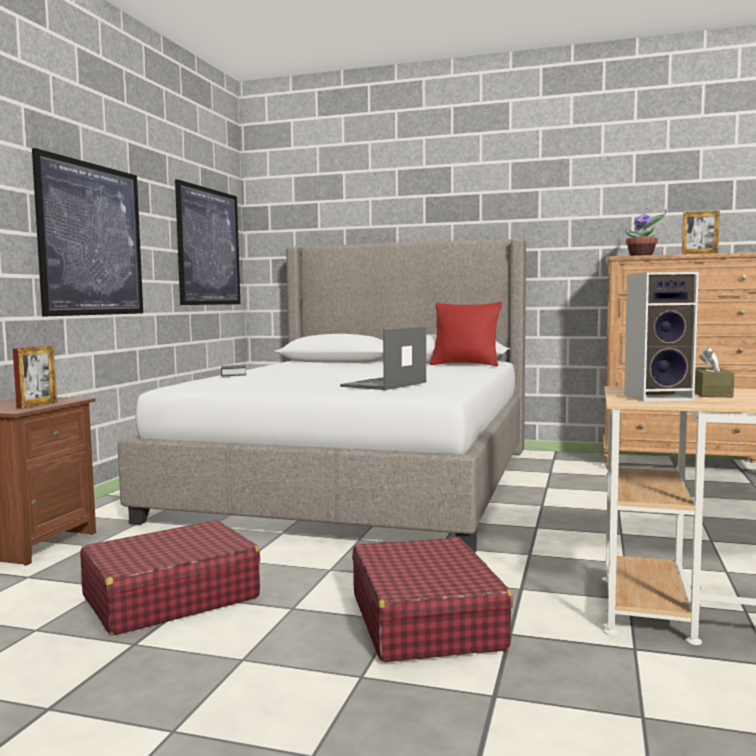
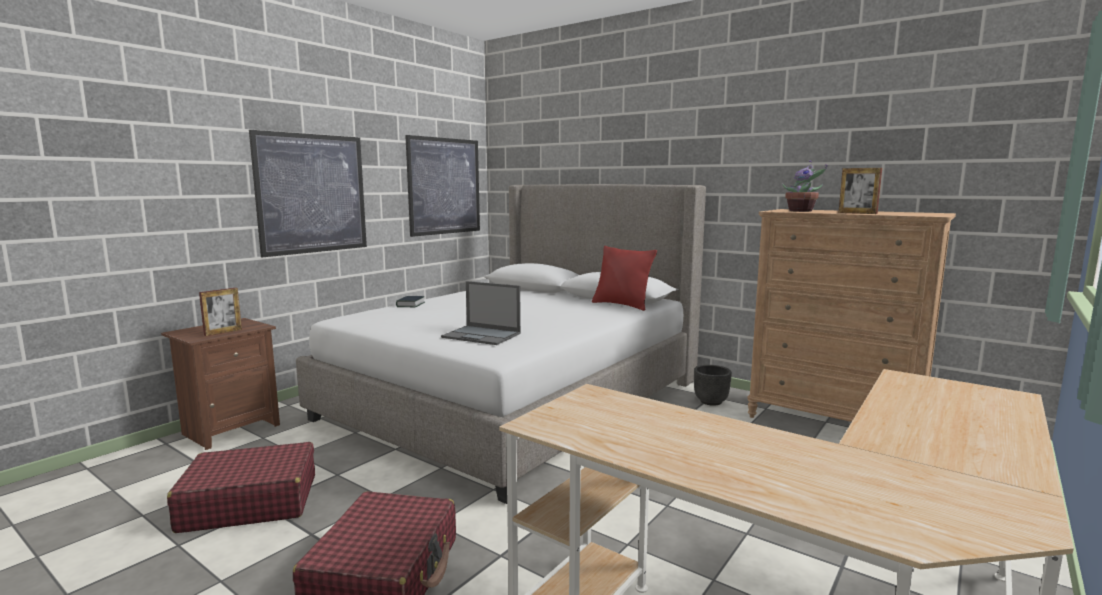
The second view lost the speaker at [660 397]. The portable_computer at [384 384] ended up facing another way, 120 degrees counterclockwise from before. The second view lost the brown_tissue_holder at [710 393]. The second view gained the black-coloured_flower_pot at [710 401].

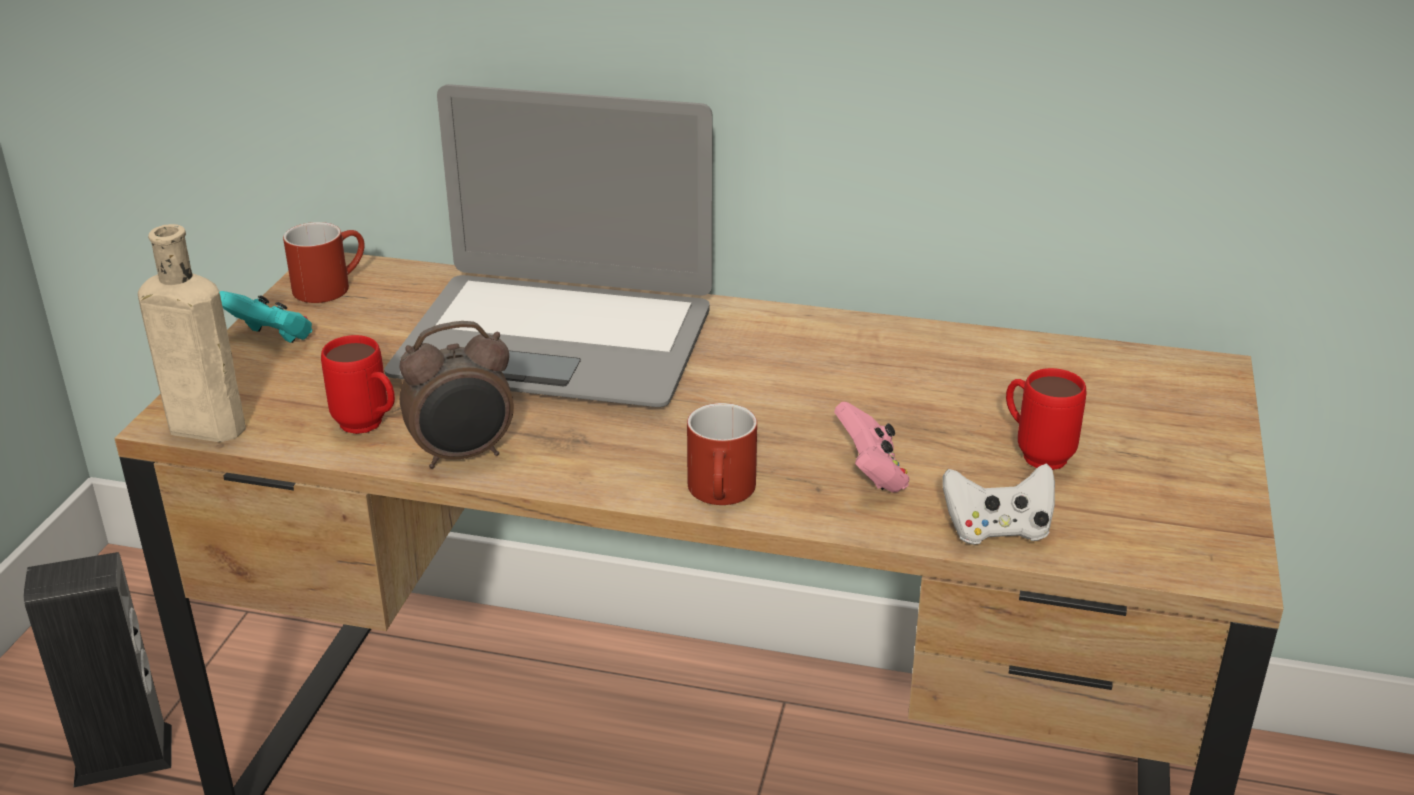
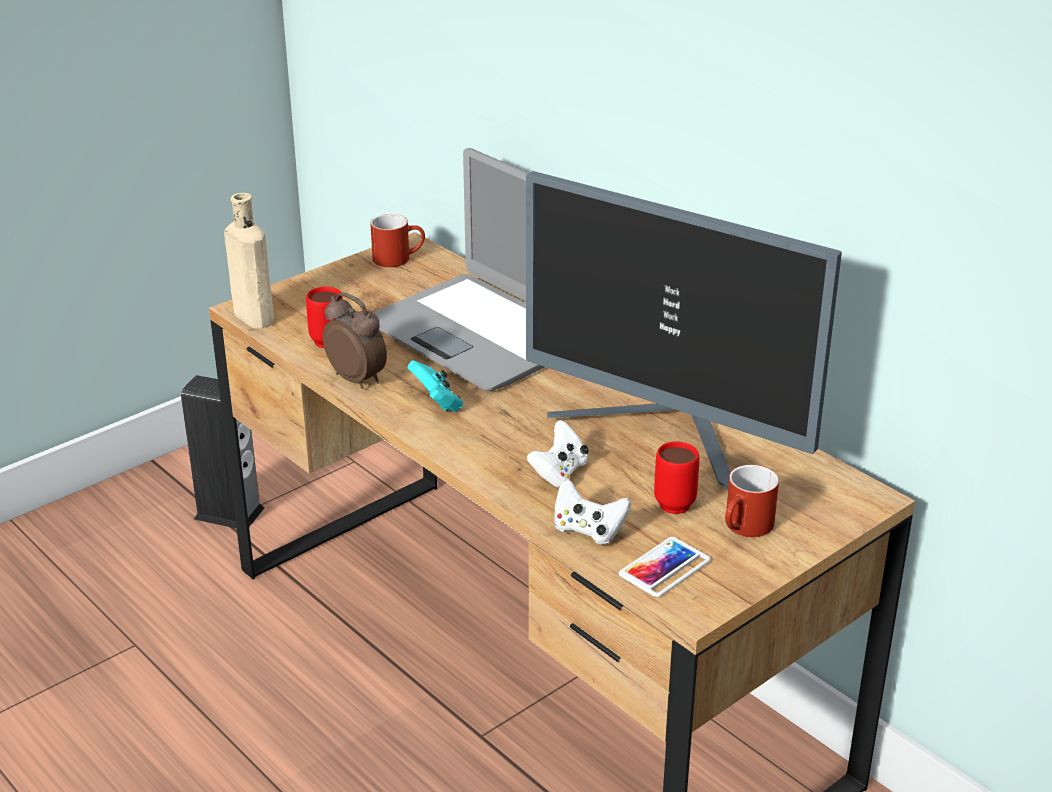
The turquoise-coloured_game_controller ended up elsewhere, having gone from [272 338] to [437 403]. The table_clock at [463 455] ended up facing another way, 150 degrees counterclockwise from before. What was the pinkish_game_controller at [871 474] turned into the white-coloured_game_controller at [559 473]. The red-coloured_tea_mug ended up elsewhere, having gone from [723 494] to [745 528]. The second view gained the computer_screen at [668 435]. The second view gained the telephone at [664 568].

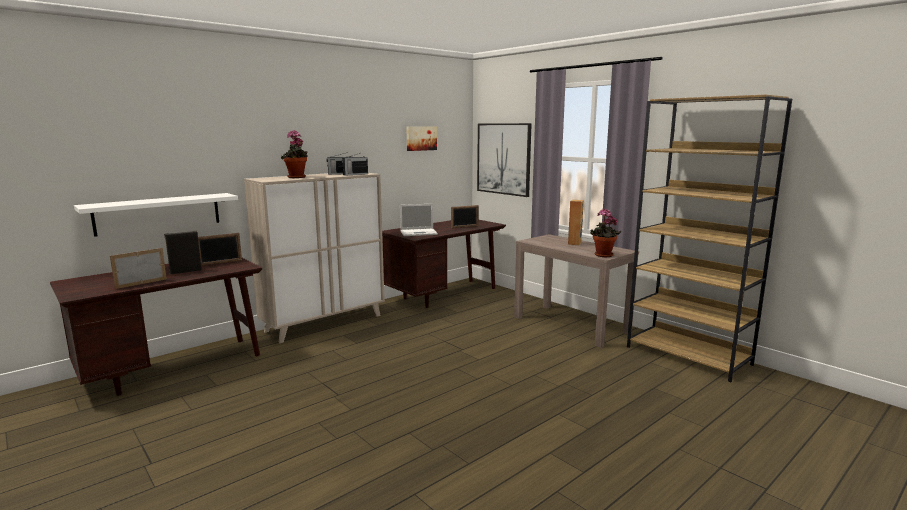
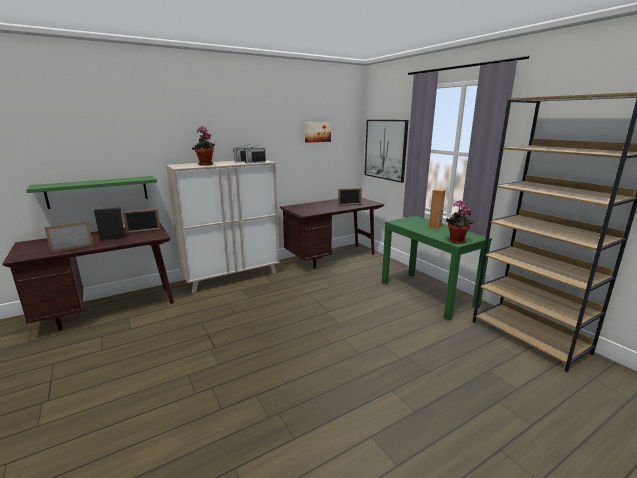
What was the white-coloured_wall_shelf at [158 213] turned into the green_wall_shelf at [98 192]. The second view lost the portable_computer at [419 232]. What was the brown_console_table at [571 325] turned into the green_console_table at [427 294].

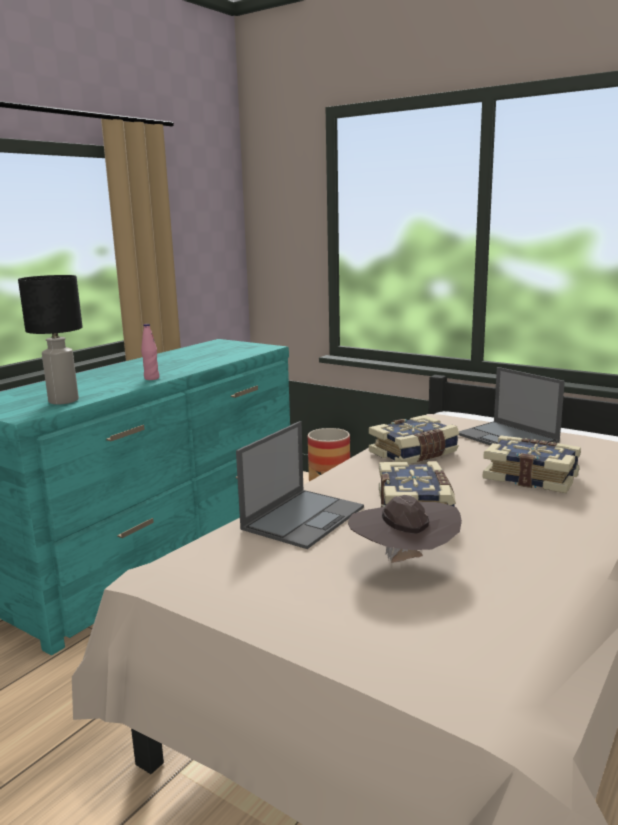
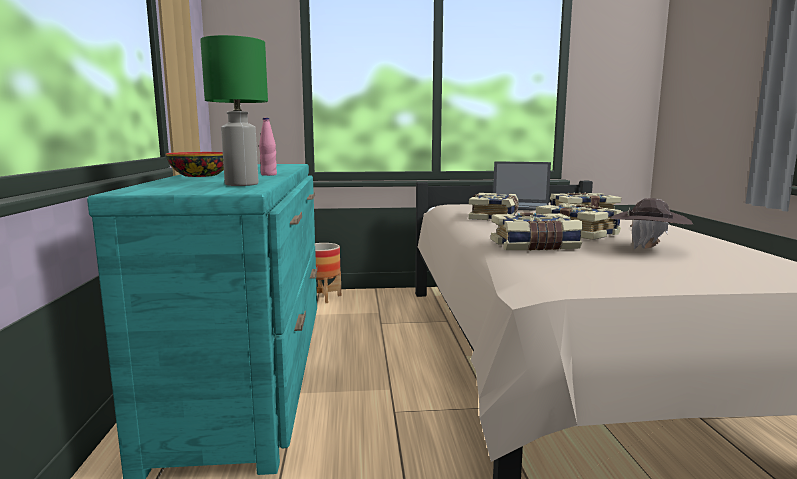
What was the black-coloured_table_lamp at [64 401] turned into the green_table_lamp at [242 184]. Where the portable_computer stood at [304 517], the bound_book came to stand at [535 246]. The second view gained the serving_bowl at [199 176].

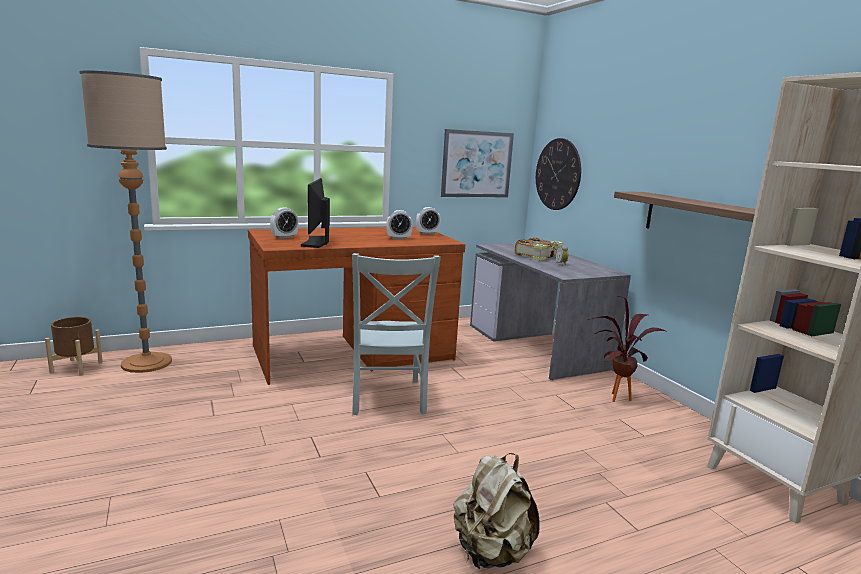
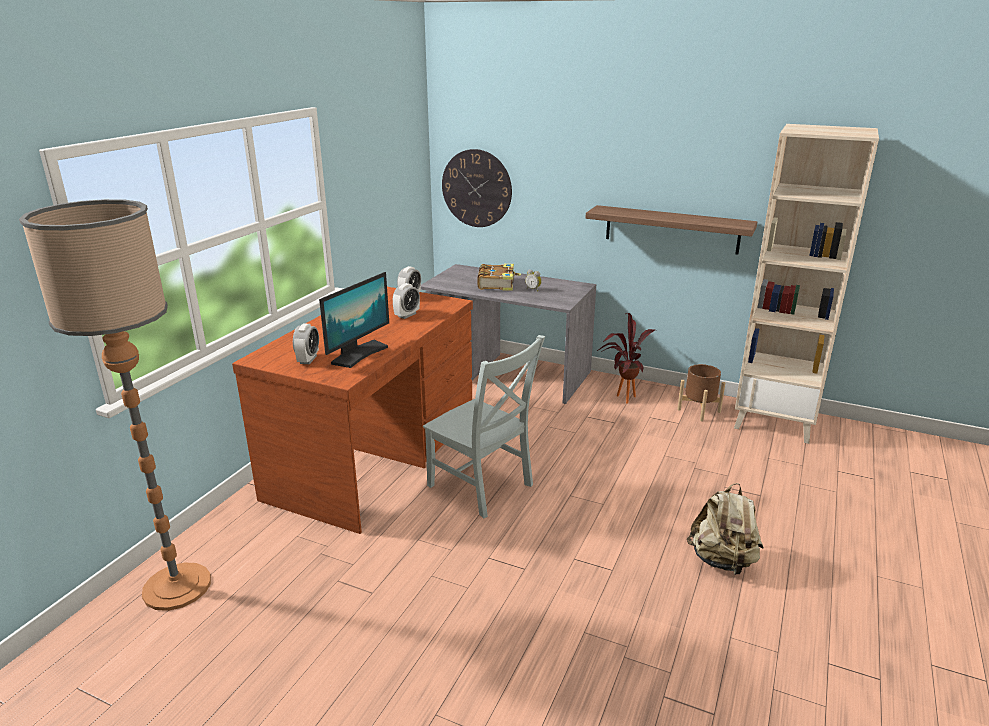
The second view lost the wall_art at [476 164]. The computer_screen at [316 242] ended up facing another way, 105 degrees counterclockwise from before. The brown_flower_pot ended up elsewhere, having gone from [76 367] to [699 411].

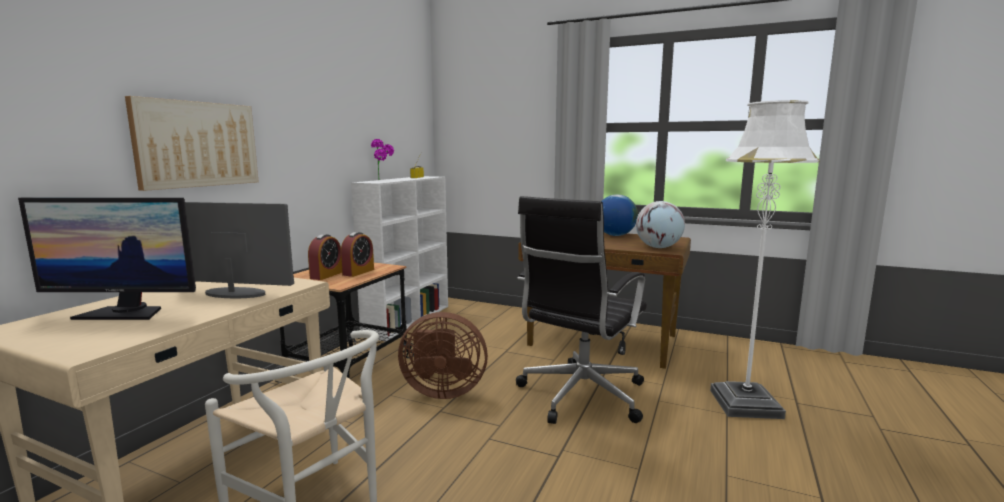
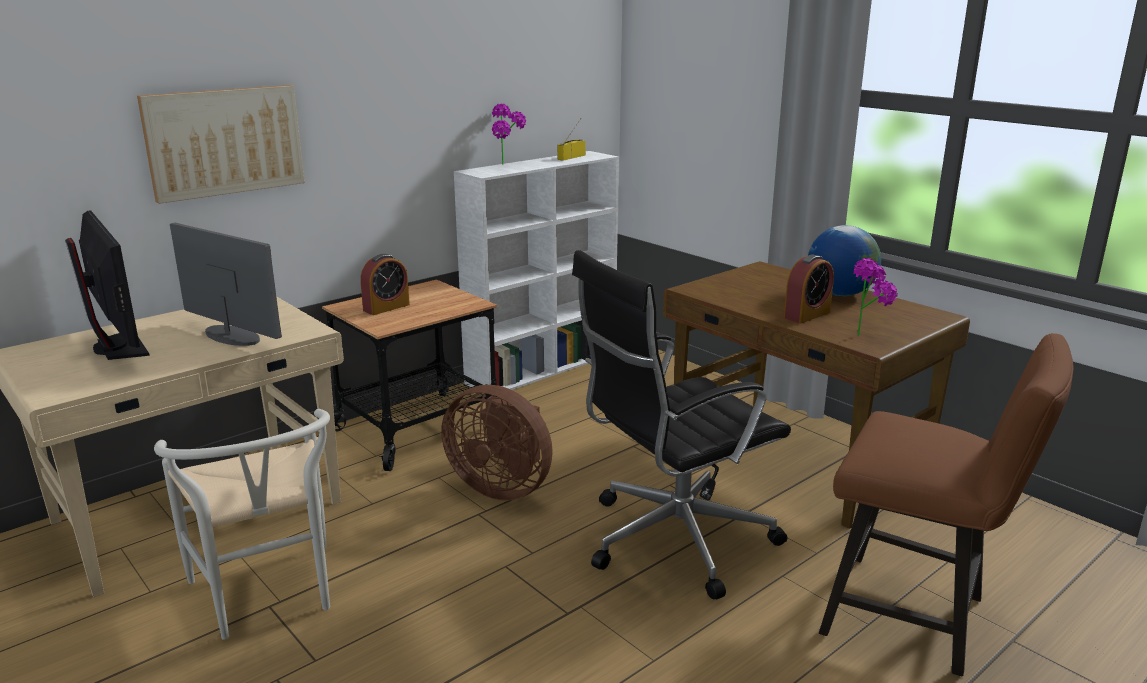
Where the white-coloured_standard_lamp stood at [745 404], the brown_upright_chair came to stand at [917 618]. The computer_screen at [124 313] ended up facing another way, 150 degrees counterclockwise from before. Where the globe stood at [658 247], the potted_plant came to stand at [867 334]. The table_clock ended up elsewhere, having gone from [358 272] to [807 315].

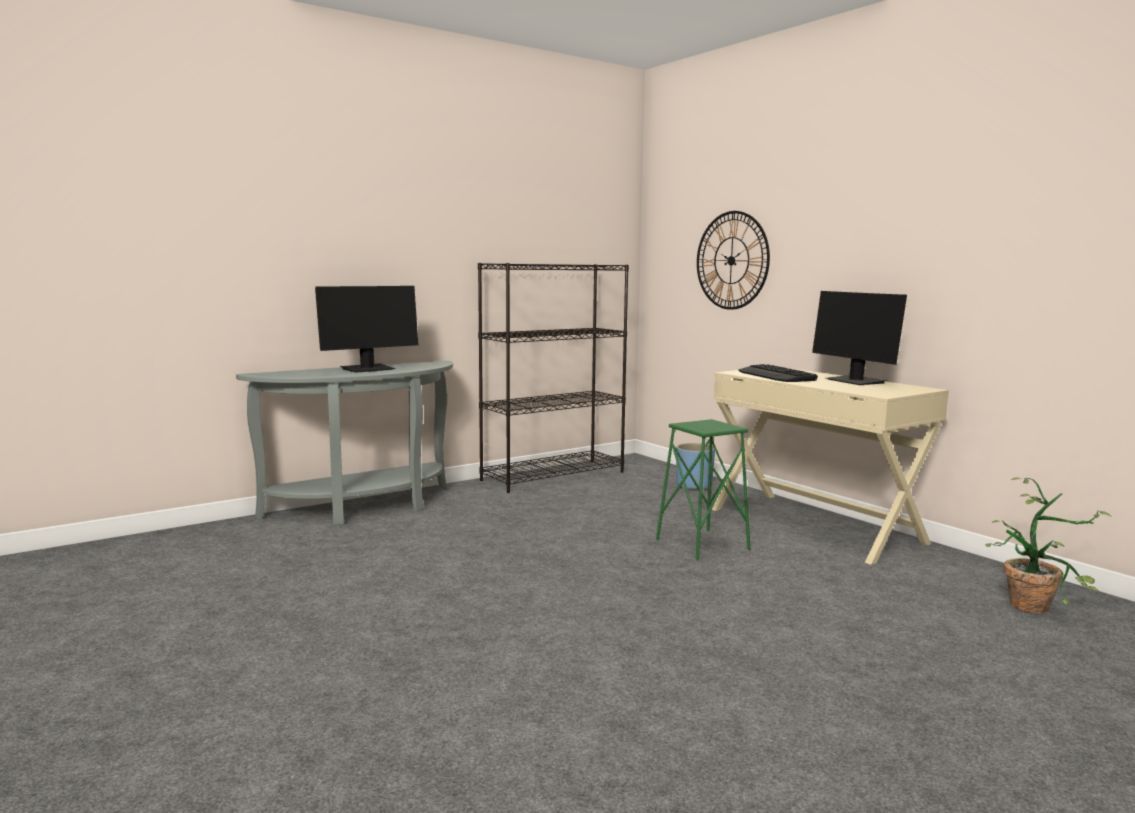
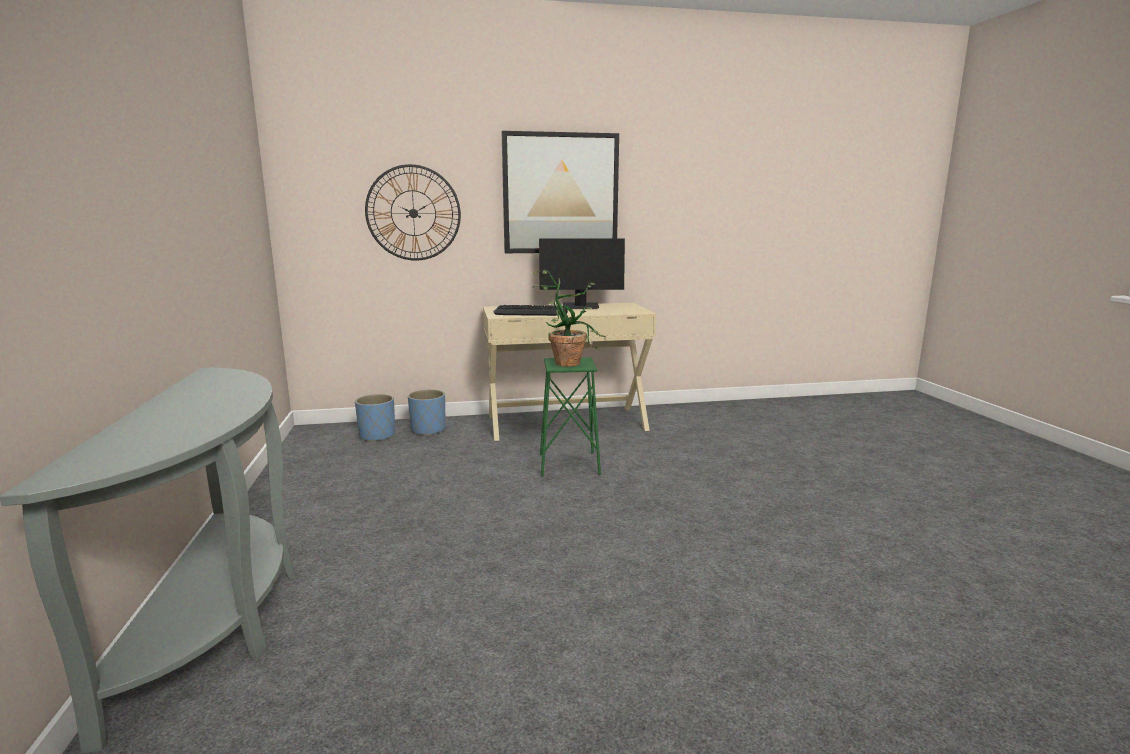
The second view lost the black-coloured_bookshelf at [553 476]. The second view lost the computer_screen at [368 369]. The potted_plant ended up elsewhere, having gone from [1037 605] to [569 361]. The second view gained the wall_art at [560 194]. The second view gained the blue_flower_pot at [377 436].

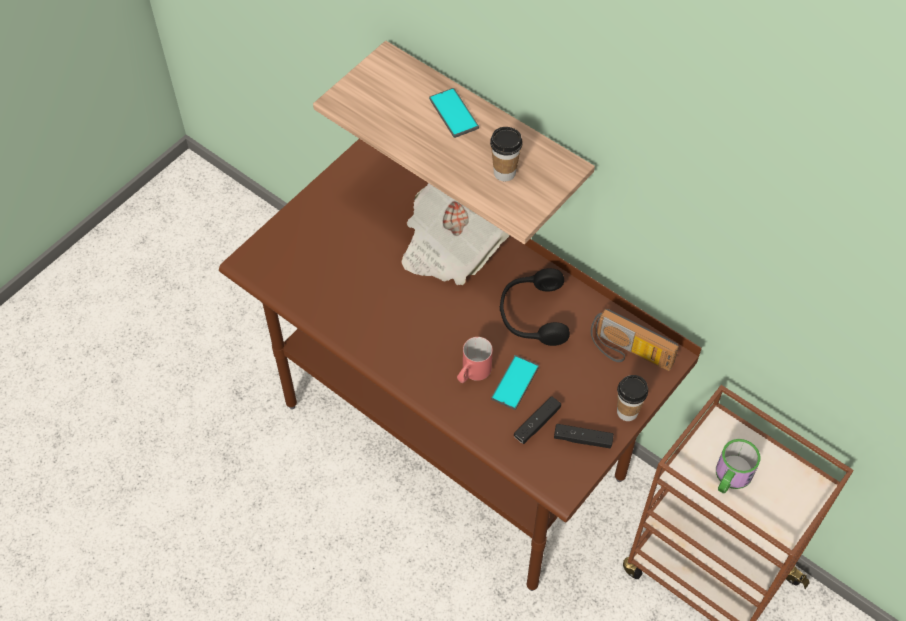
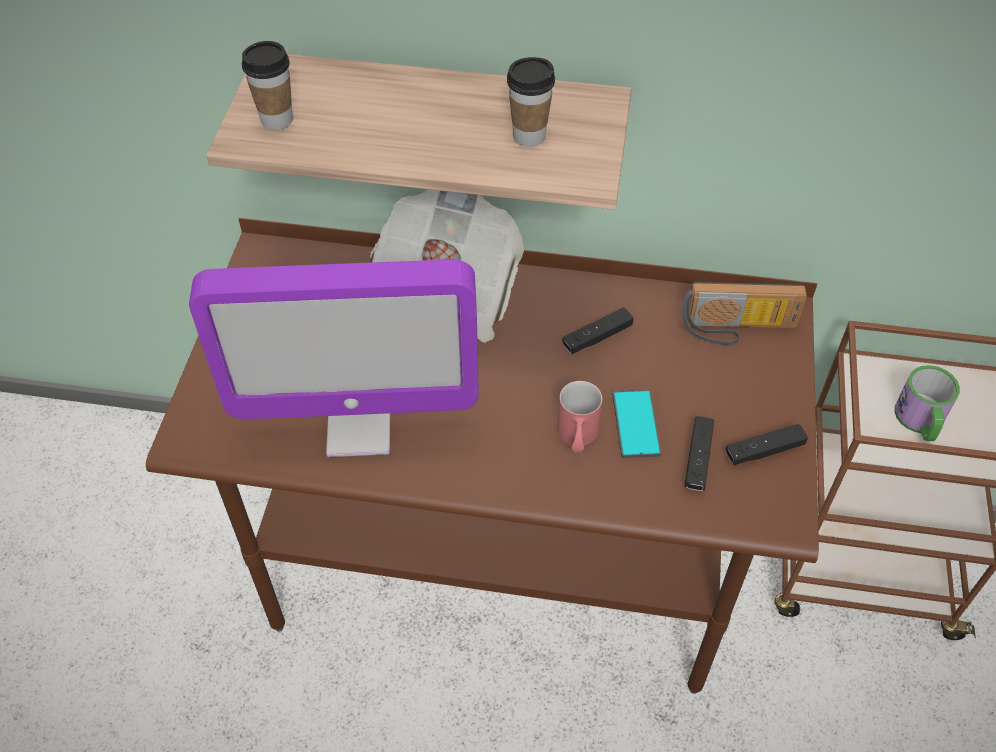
The second view lost the telephone at [454 113]. Where the black-coloured_pair_of_headphones stood at [532 315], the black-coloured_game_controller came to stand at [597 337]. The drinking_cup ended up elsewhere, having gone from [627 412] to [276 119]. The second view gained the computer_screen at [359 427].

